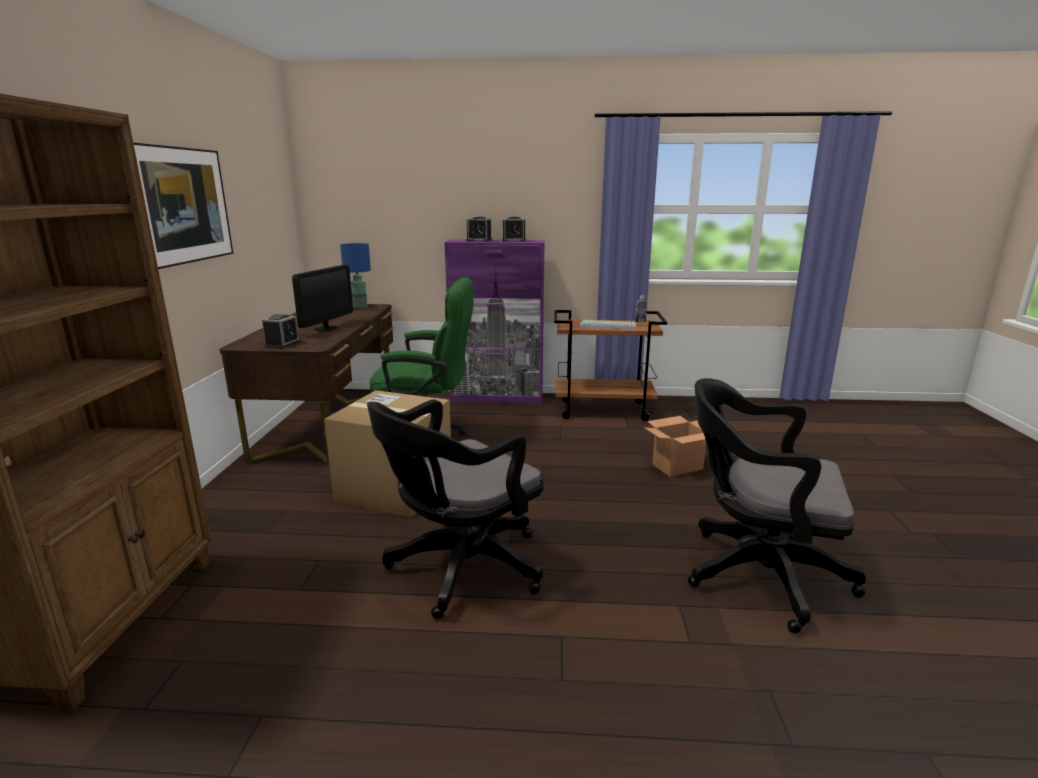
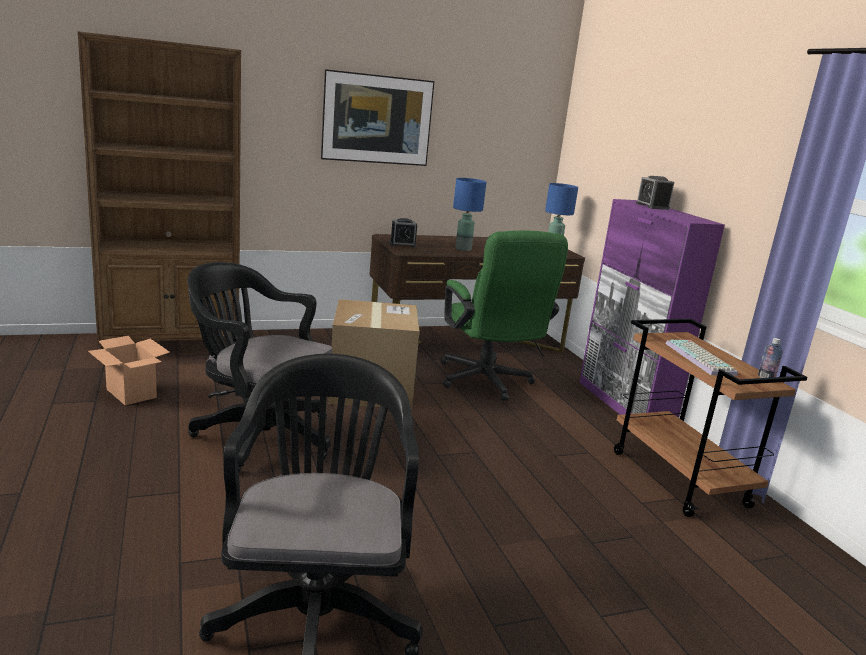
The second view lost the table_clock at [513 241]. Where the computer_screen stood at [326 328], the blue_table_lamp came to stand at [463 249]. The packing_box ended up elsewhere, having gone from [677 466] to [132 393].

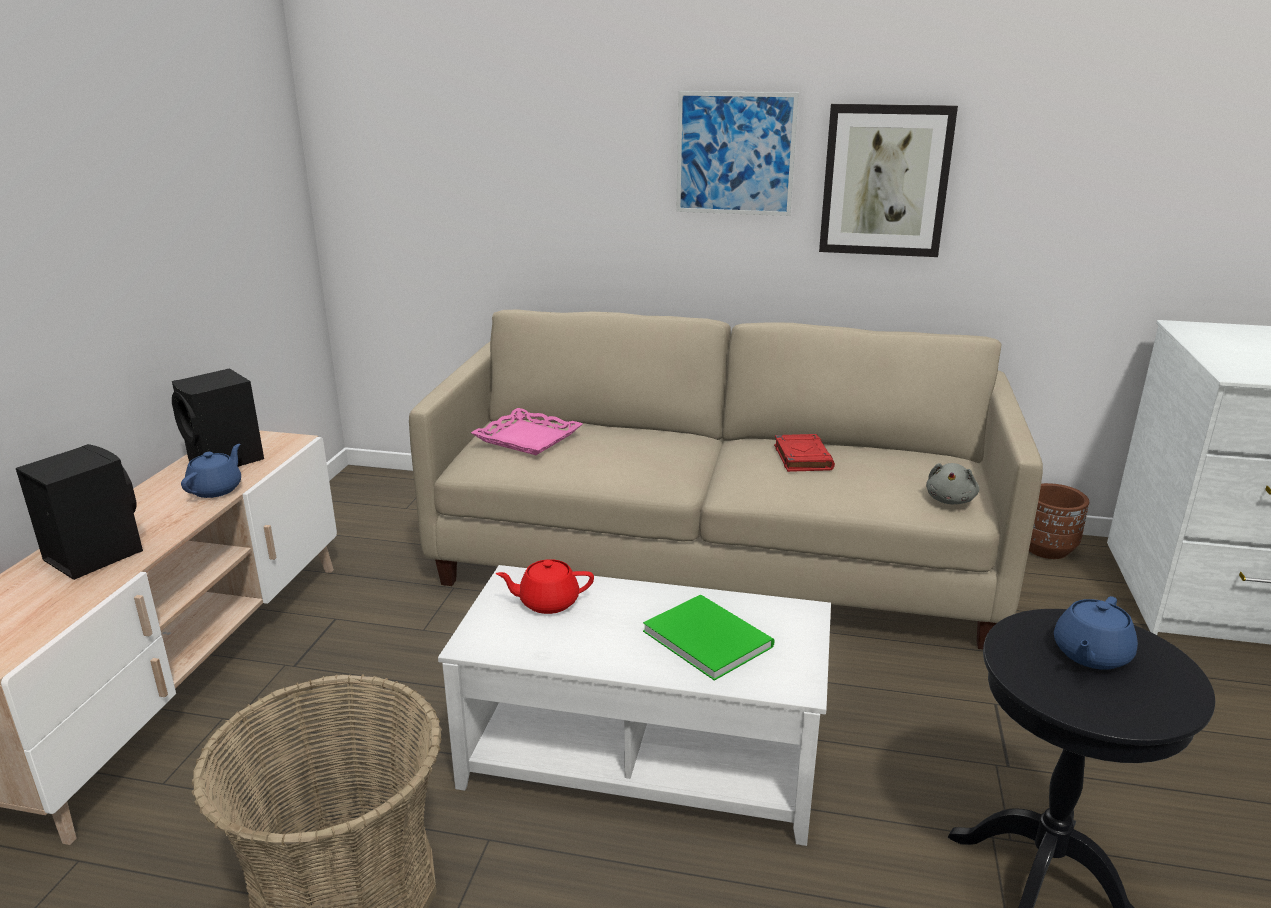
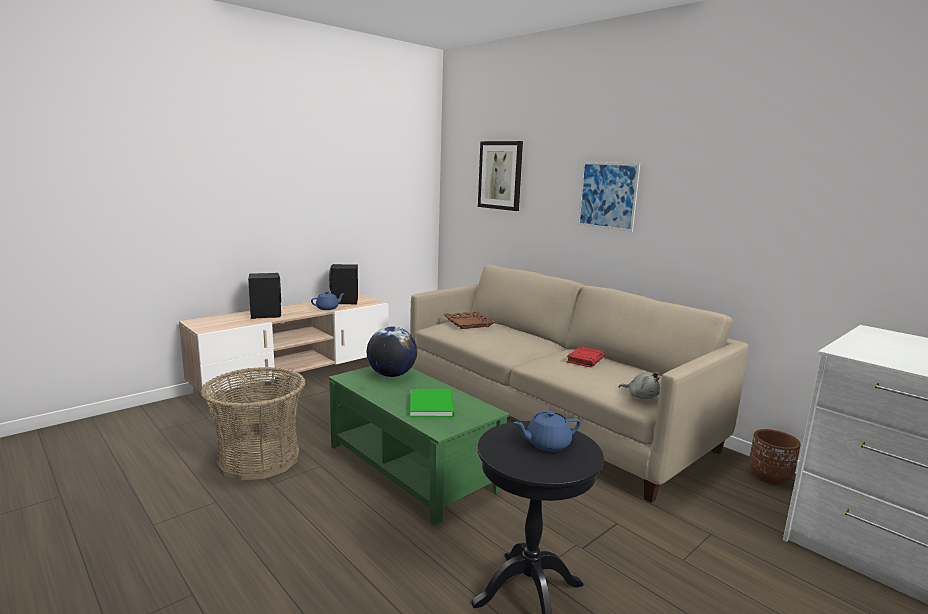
The wall_art ended up elsewhere, having gone from [885 180] to [500 175]. What was the pinkish_tray at [527 438] turned into the brown_tray at [468 323]. The gray_soft_toy at [950 500] ended up facing another way, 105 degrees counterclockwise from before. Where the red-coloured_pot_for_tea stood at [547 602], the globe came to stand at [391 375]. What was the white-coloured_lounge_table at [644 754] turned into the green_lounge_table at [413 466].

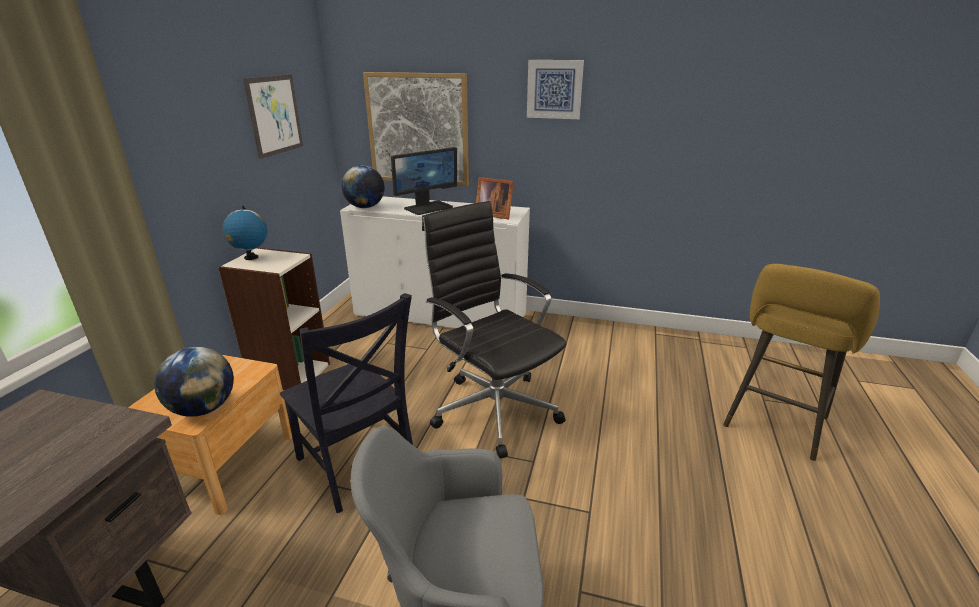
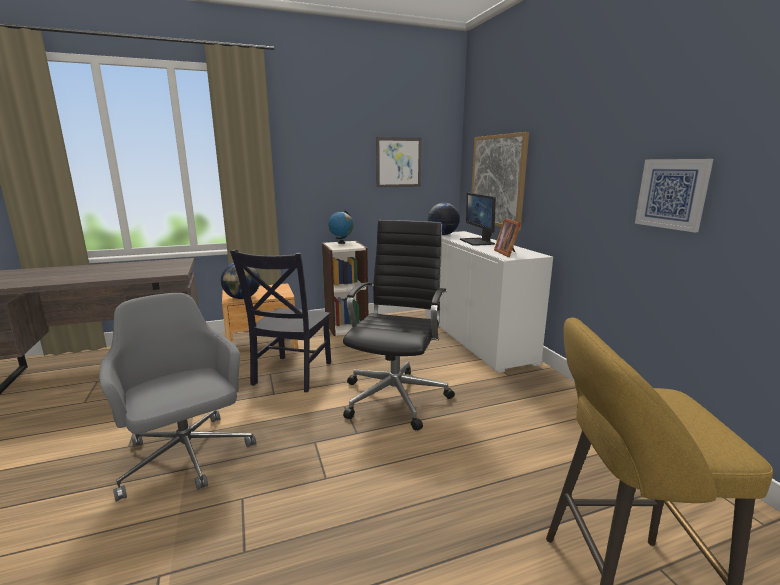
The wall_art ended up elsewhere, having gone from [554 89] to [672 194]. The computer_screen at [428 207] ended up facing another way, 60 degrees clockwise from before.

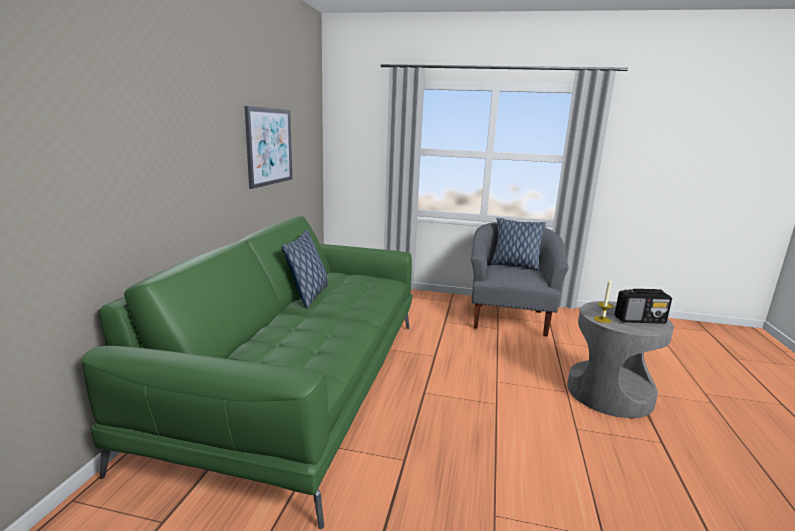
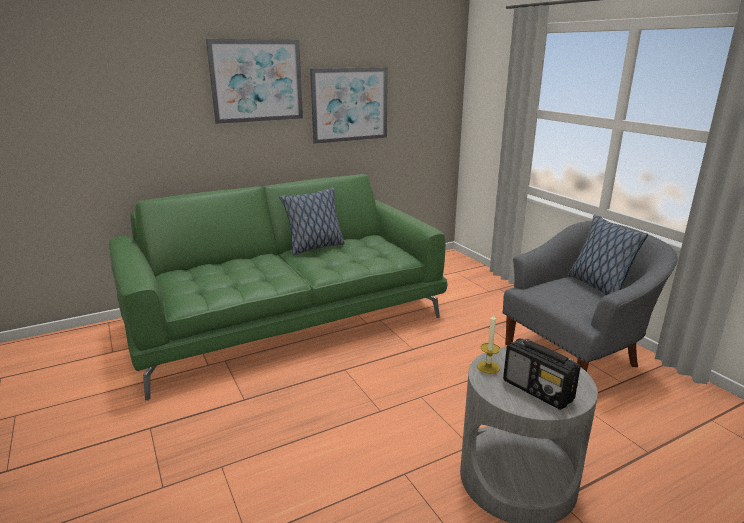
The second view gained the wall_art at [257 81].

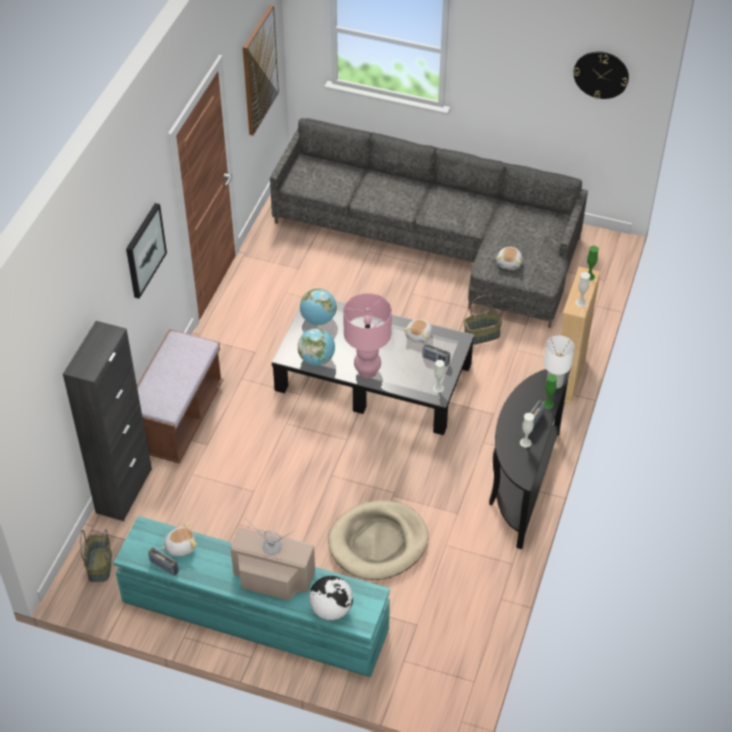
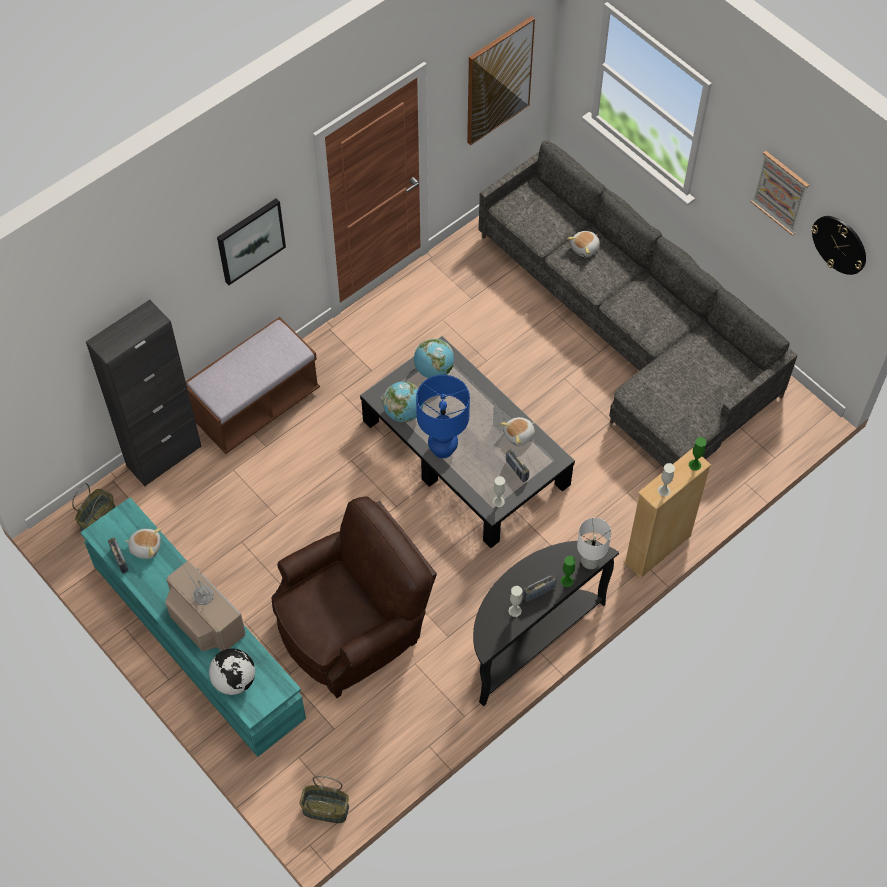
The soft_toy ended up elsewhere, having gone from [509 263] to [585 248]. What was the pinkish_table_lamp at [367 371] turned into the blue_table_lamp at [443 449]. The basket ended up elsewhere, having gone from [481 336] to [325 809]. Where the beige-coloured_pet_bed stood at [378 542], the brown_armchair came to stand at [354 627]. The second view gained the wall_art at [780 192].

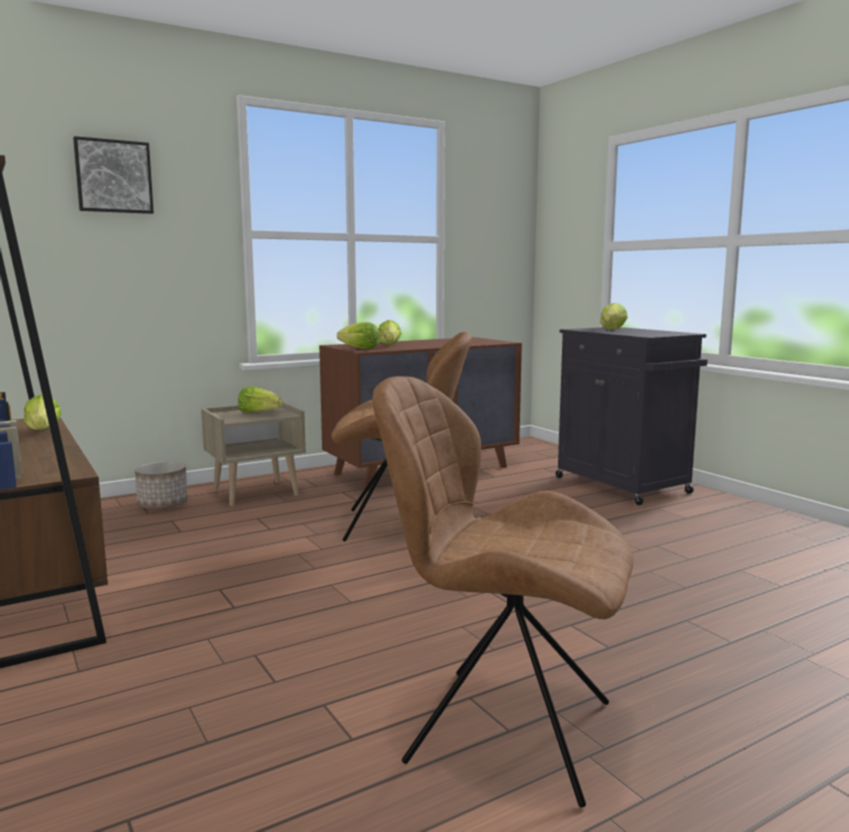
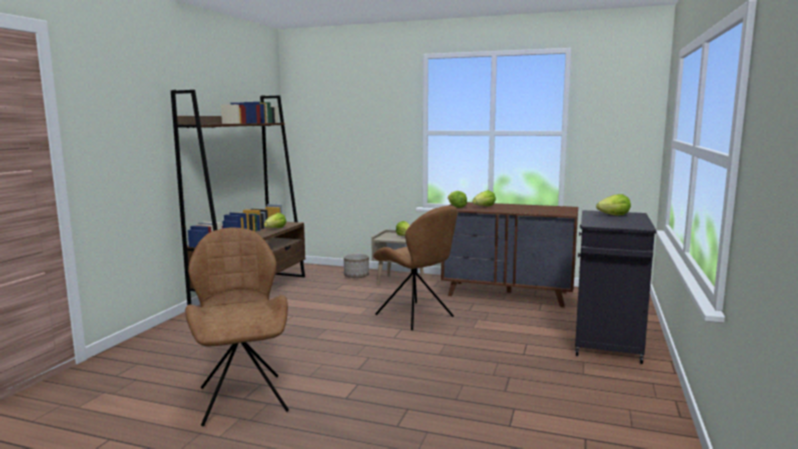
The second view lost the wall_art at [113 176].

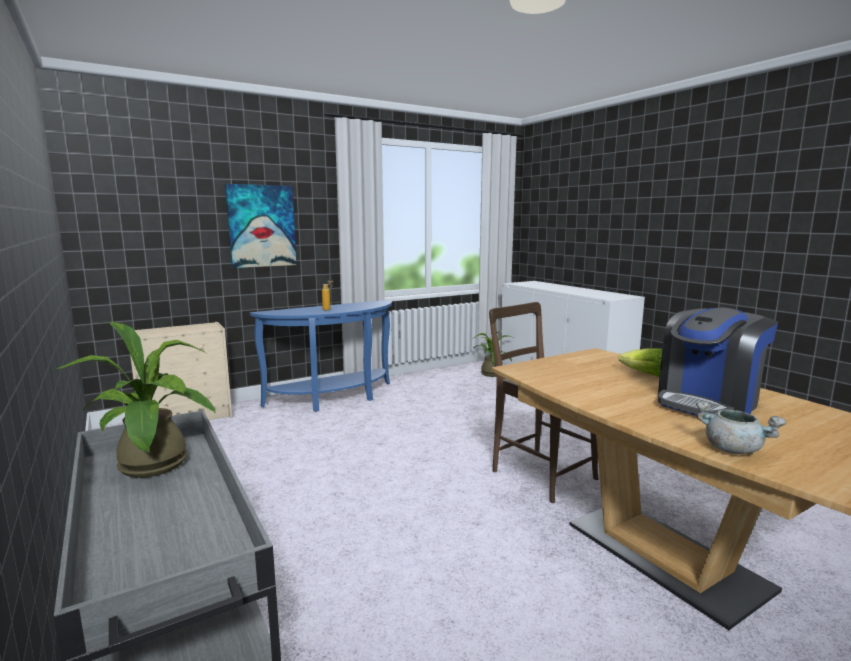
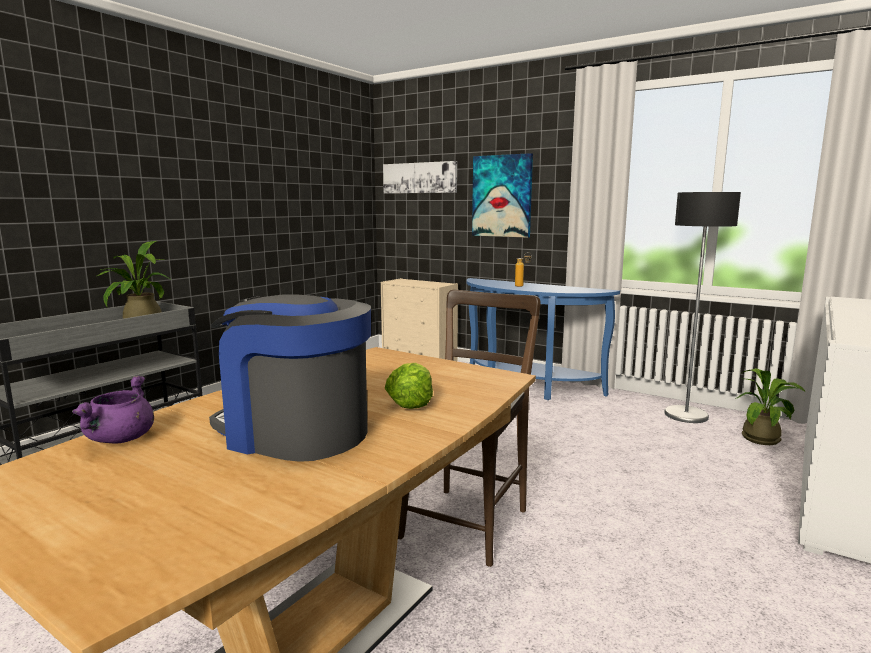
What was the gray_cooking_pot at [733 449] turned into the purple-coloured_cooking_pot at [120 439]. The second view gained the wall_art at [419 178]. The second view gained the standard_lamp at [686 415].

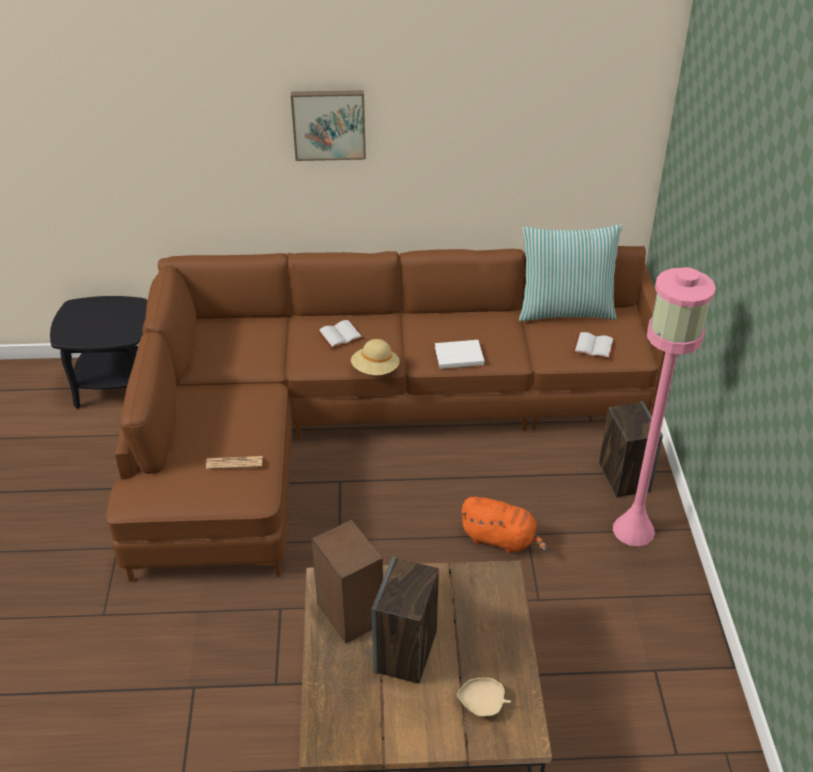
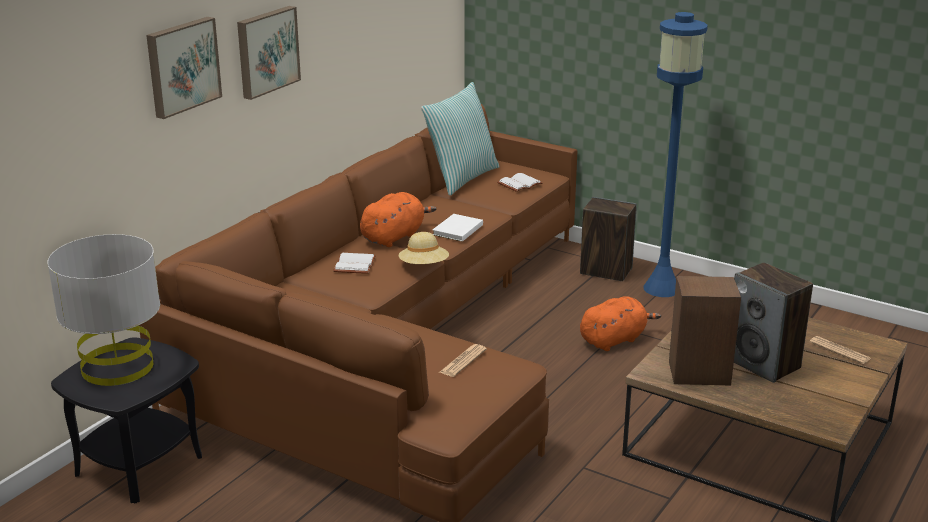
What was the pinkish_standard_lamp at [634 530] turned into the blue_standard_lamp at [662 288]. Where the beige-coloured_serving_bowl stood at [482 703], the daily_paper came to stand at [839 351]. The second view gained the wall_art at [182 66]. The second view gained the orange-coloured_soft_toy at [394 237]. The second view gained the gray_table_lamp at [118 367].

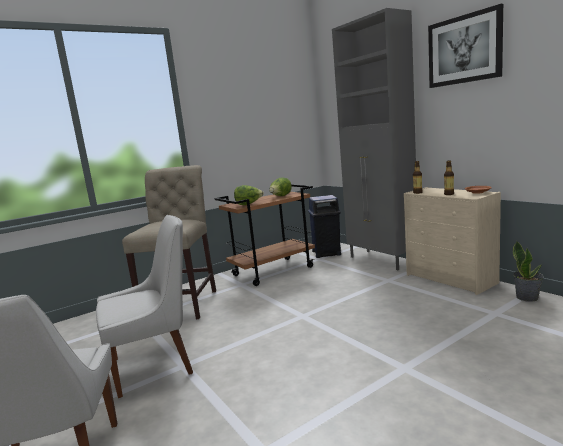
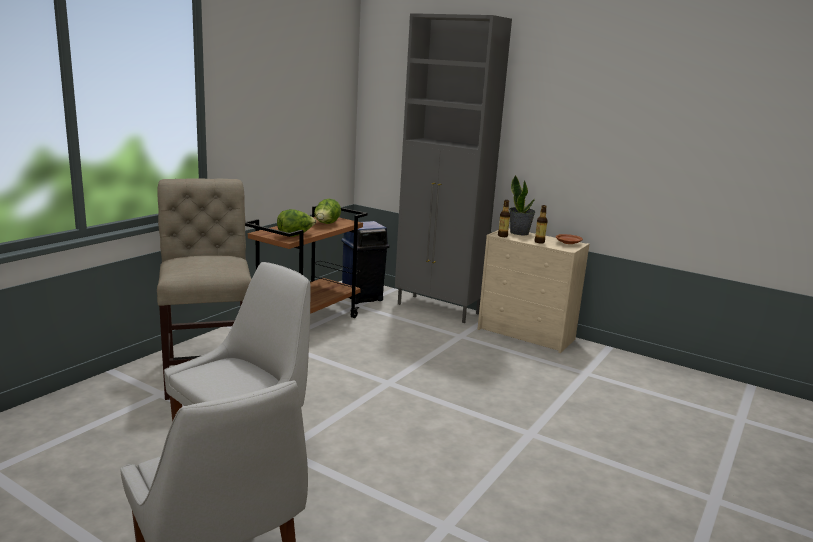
The second view lost the wall_art at [464 49]. The potted_plant ended up elsewhere, having gone from [527 297] to [519 233].

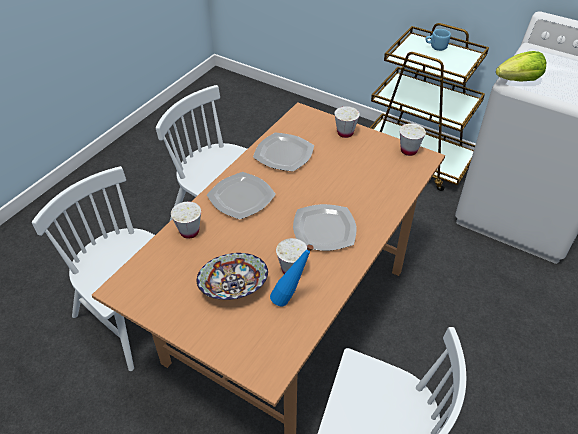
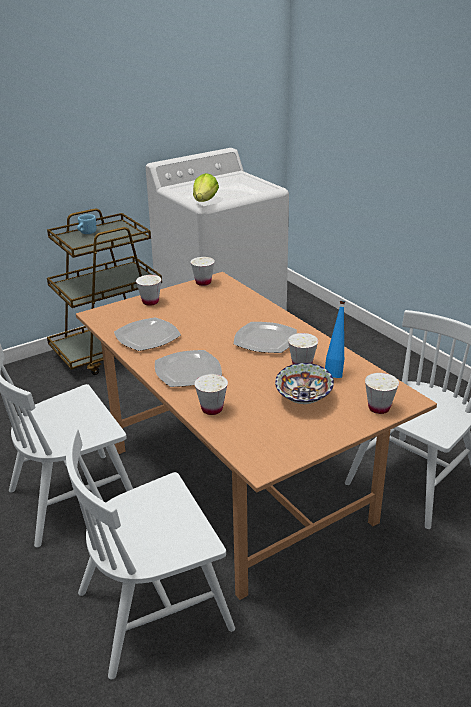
The second view gained the white-coloured_drinking_cup at [379 408].

